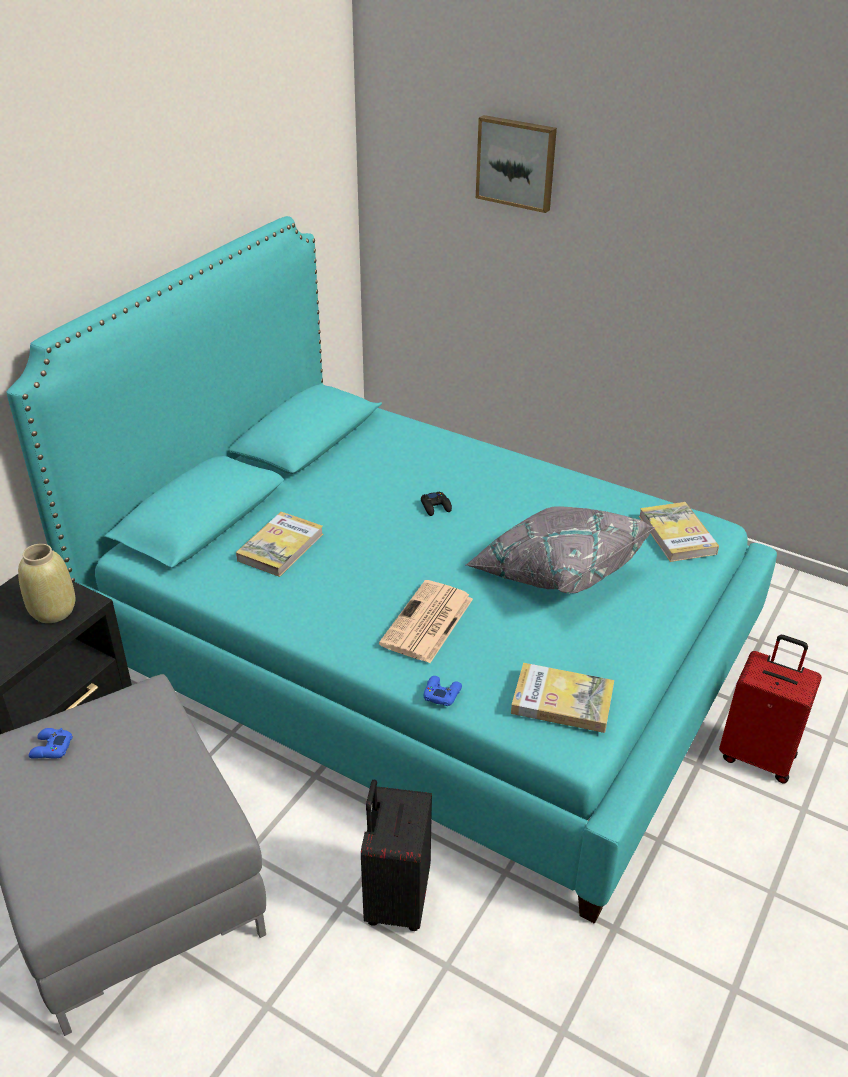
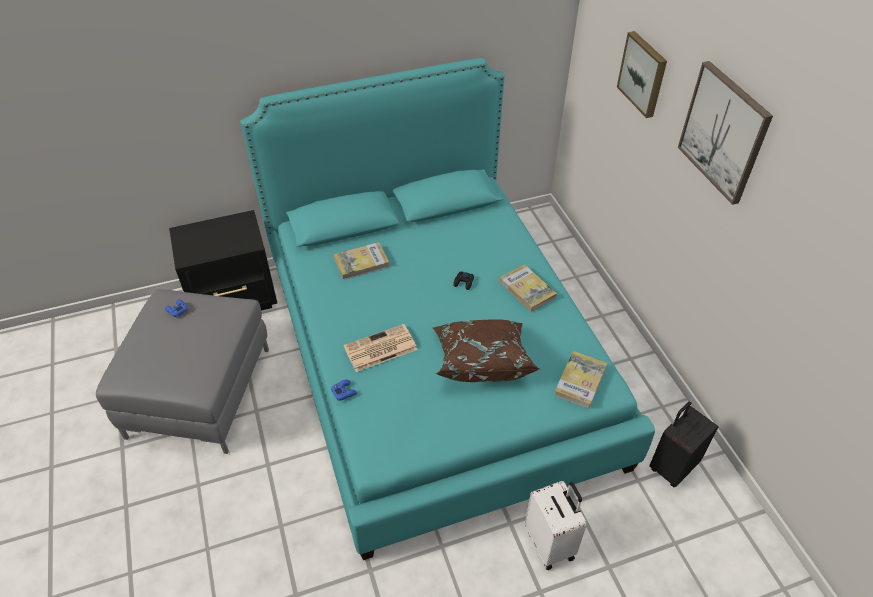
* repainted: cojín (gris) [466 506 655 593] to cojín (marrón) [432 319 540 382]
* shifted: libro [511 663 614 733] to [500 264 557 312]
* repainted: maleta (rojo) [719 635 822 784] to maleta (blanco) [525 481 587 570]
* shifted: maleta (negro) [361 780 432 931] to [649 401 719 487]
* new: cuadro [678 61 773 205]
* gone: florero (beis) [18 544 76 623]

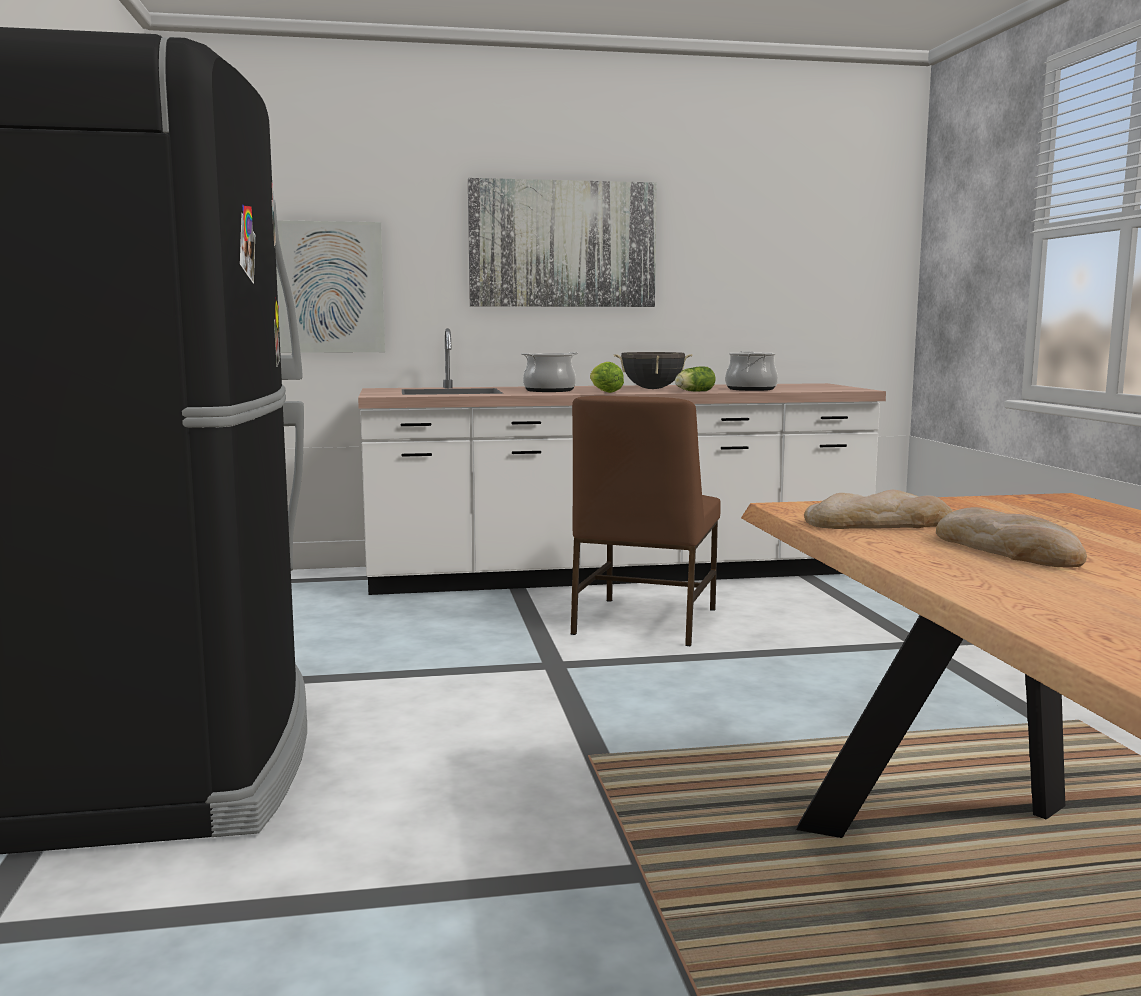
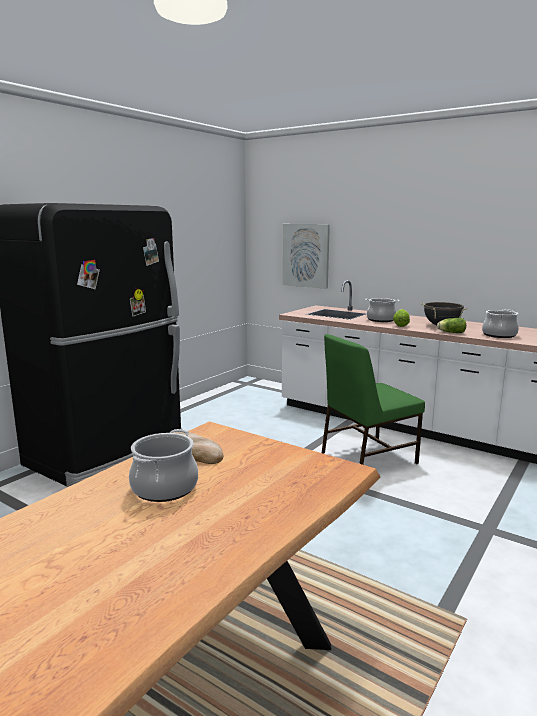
* swapped: pan [936 507 1087 567] to olla [129 429 198 502]
* repainted: silla (marrón) [571 396 721 646] to silla (verde) [322 334 425 465]
* gone: cuadro [468 178 657 307]

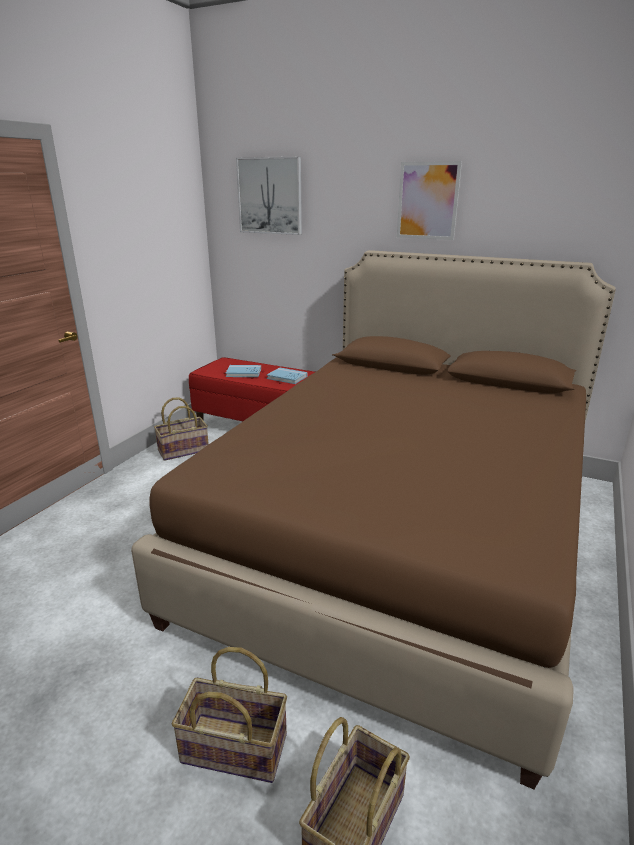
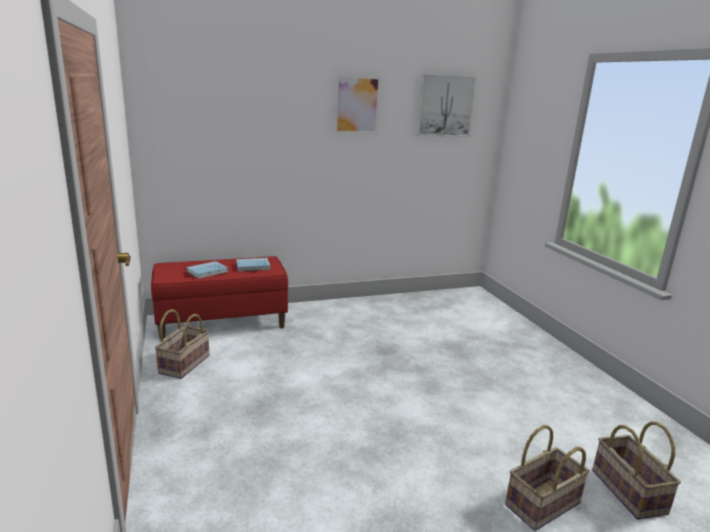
* shifted: cuadro [236 157 302 235] to [416 74 476 137]
* gone: cama (marrón) [131 250 616 789]

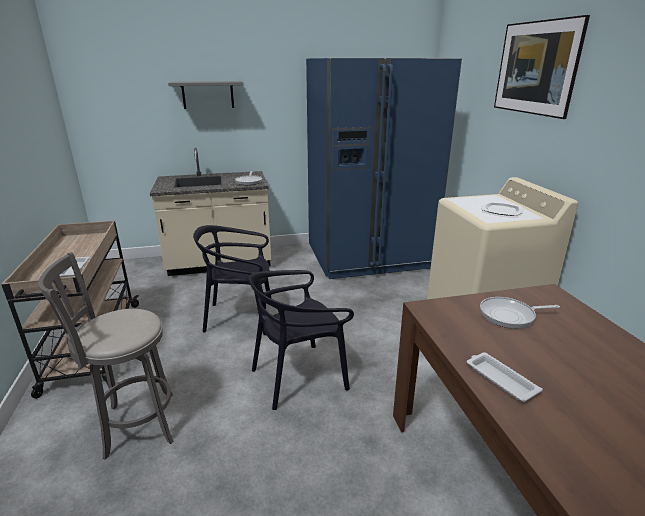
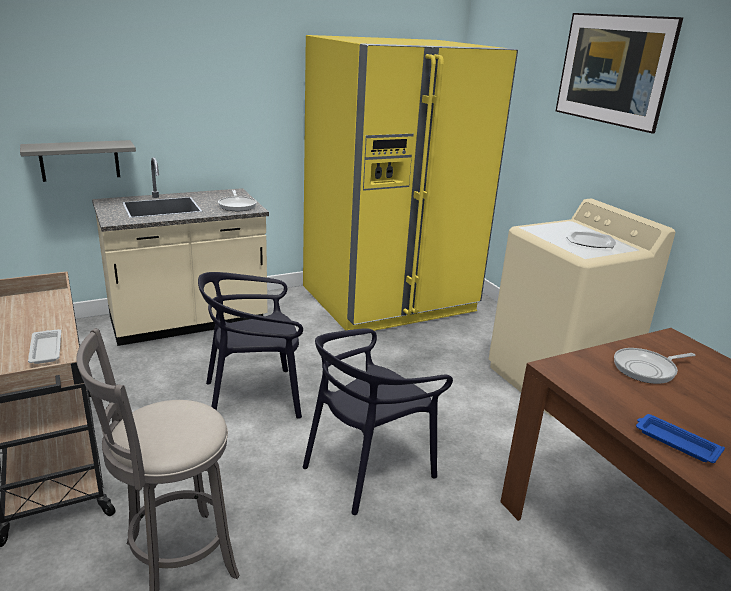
* shifted: estante (gris) [168 81 243 109] to [20 140 136 182]
* repainted: nevera (azul) [306 58 462 279] to nevera (amarillo) [303 35 518 331]
* repainted: bandeja (blanco) [467 352 543 402] to bandeja (azul) [636 414 725 463]

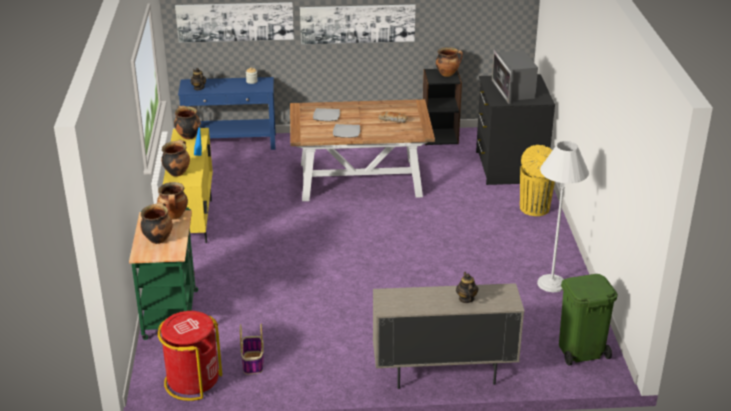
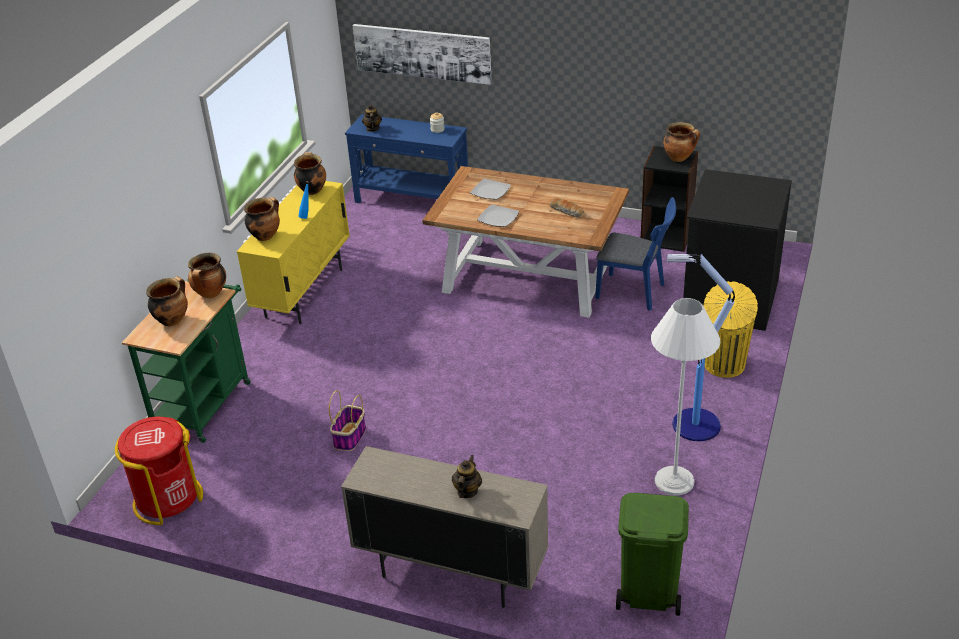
* shifted: cesta [240 324 264 374] to [329 390 366 451]
* new: silla (azul) [595 197 676 311]
* new: lámpara de pie [667 254 735 441]
* gone: cuadro [300 5 416 44]
* gone: microondas [492 49 538 104]

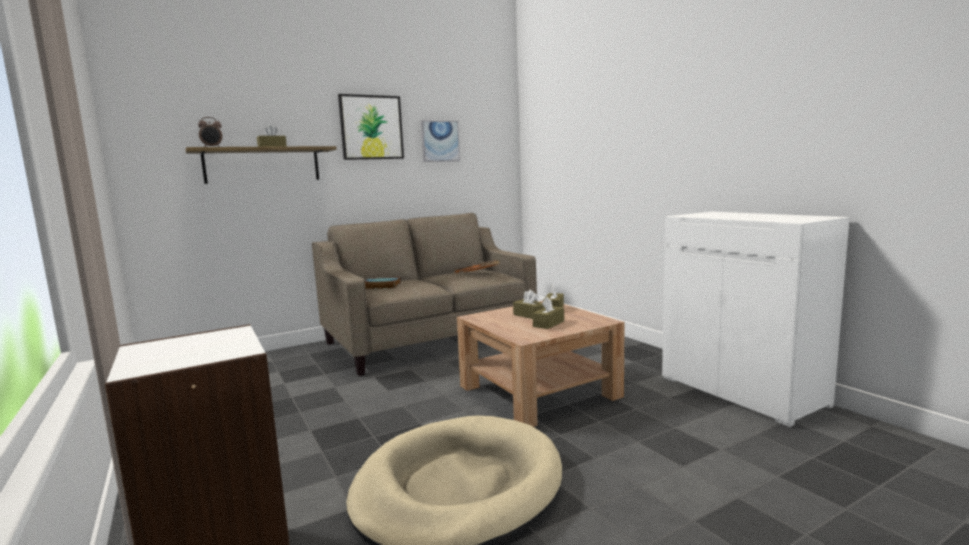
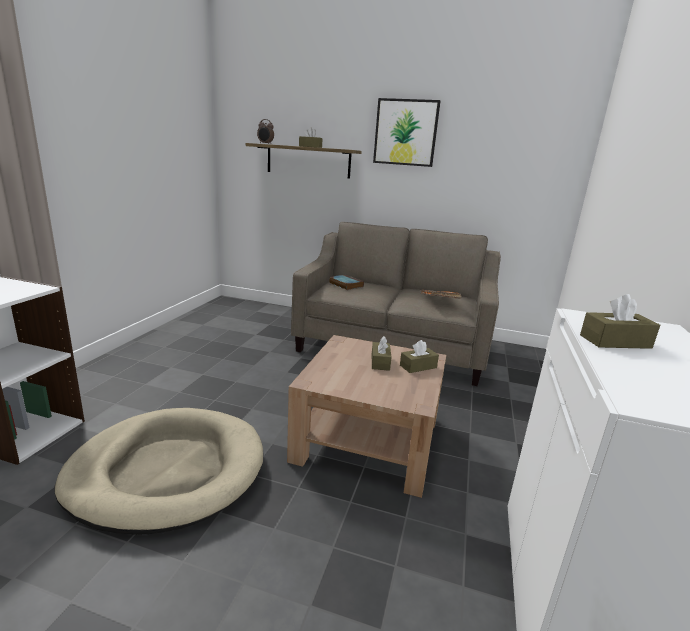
* shifted: caja de pañuelos (marrón) [533 297 564 329] to [580 294 660 349]
* gone: cuadro [421 120 460 162]

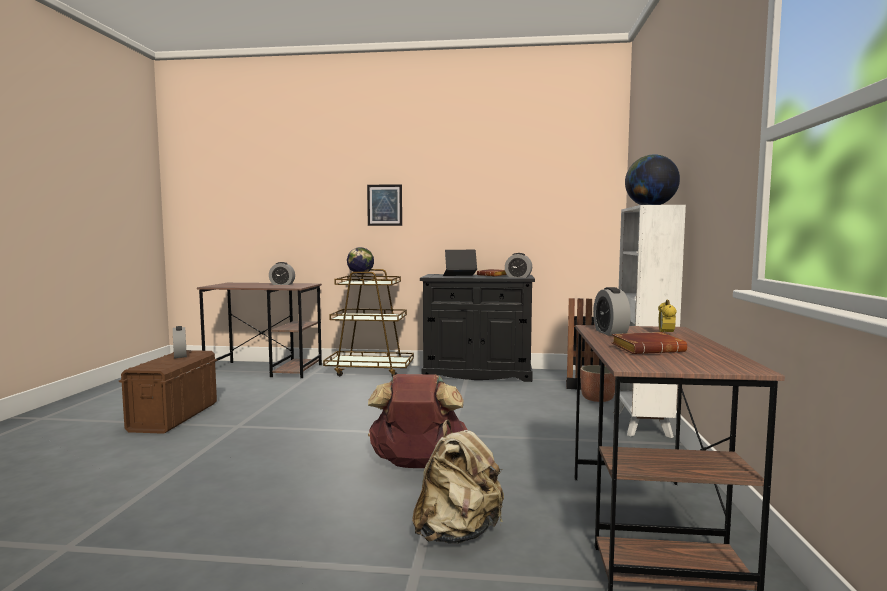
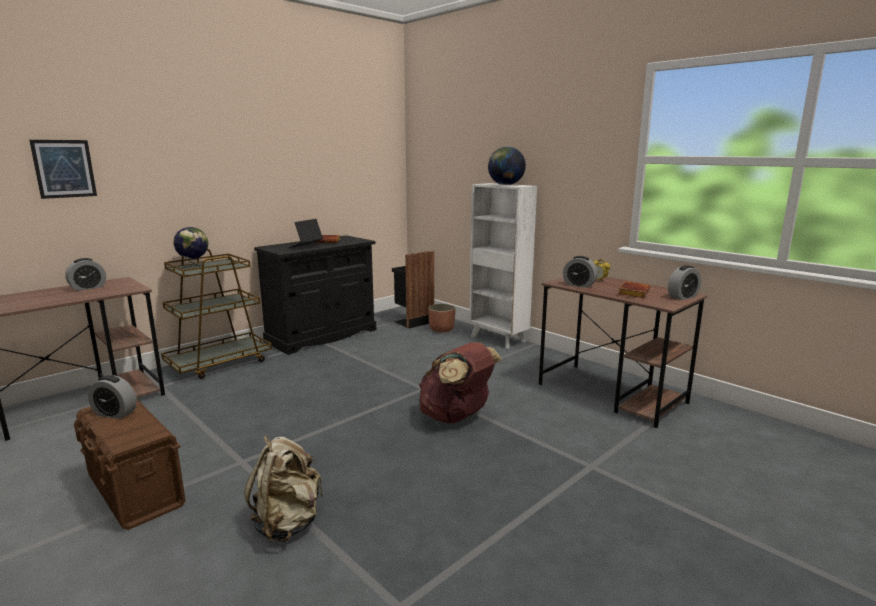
* shifted: cuadro [367 184 402 226] to [29 140 97 199]
* shifted: mochila (beis) [412 420 504 544] to [244 435 323 542]
* shifted: despertador [505 253 532 278] to [668 265 701 300]

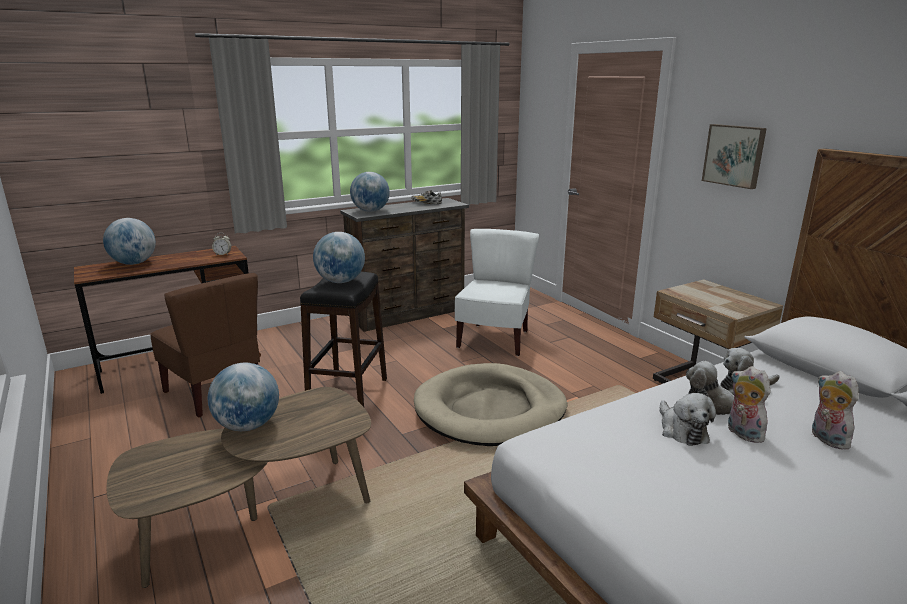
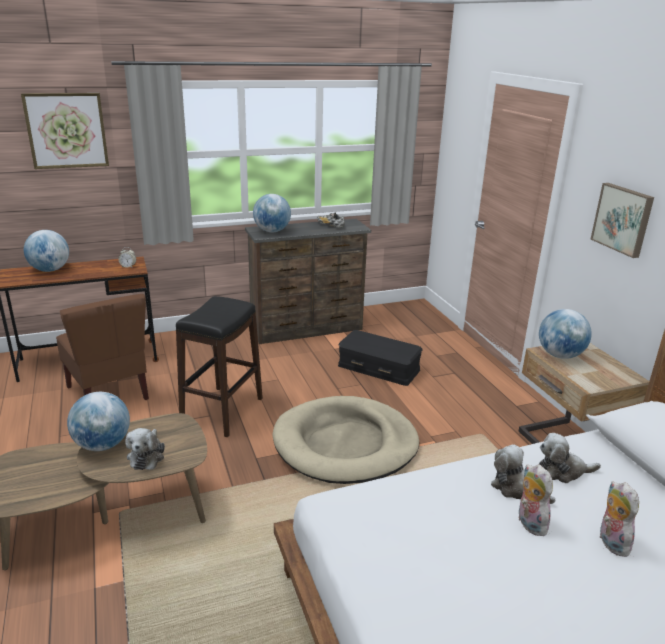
* new: cuadro [21 93 109 169]
* shifted: peluche [660 393 716 446] to [125 428 165 470]
* swapped: silla (blanco) [455 229 539 356] to caja de almacenaje (negro) [338 330 423 386]
* shifted: globo terráqueo [313 232 365 283] to [539 309 592 359]

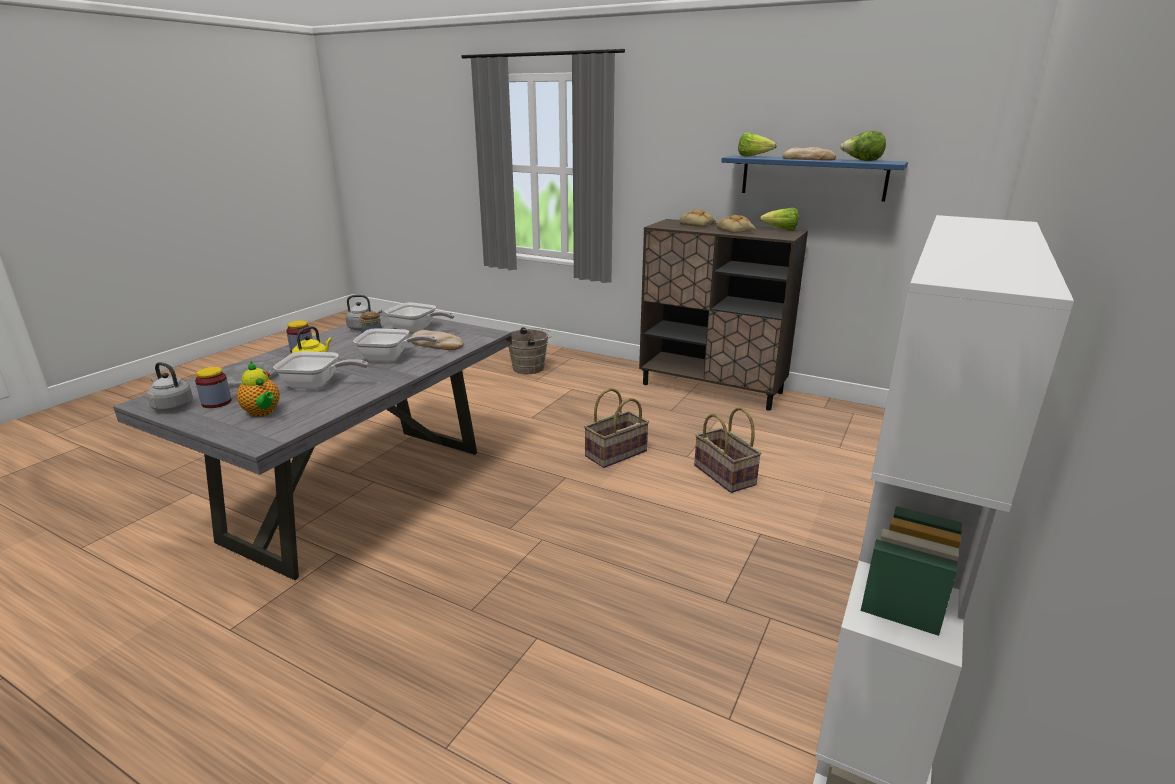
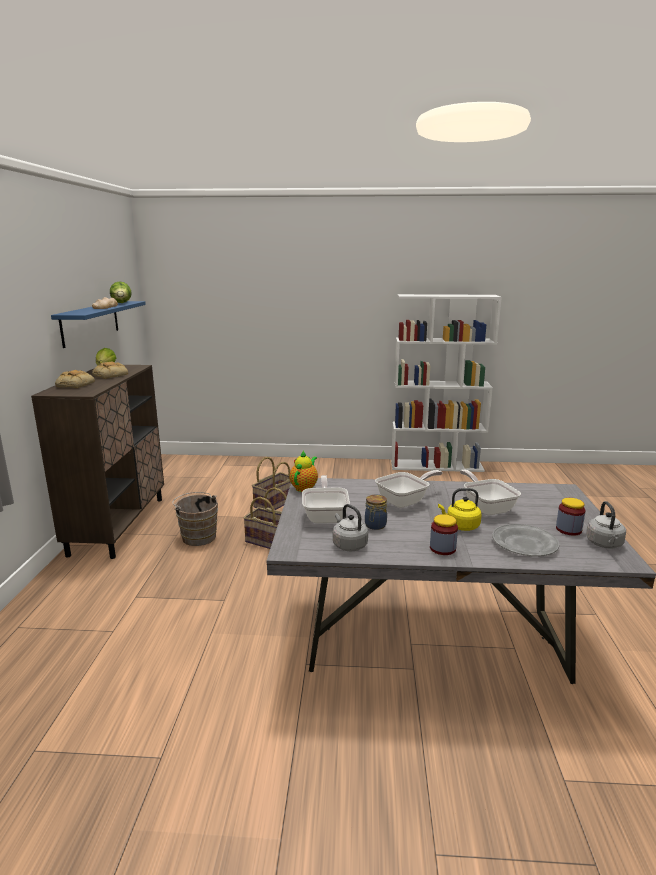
* shifted: cubo (marrón) [508 327 553 374] to [172 492 218 546]
* shifted: tetera [237 362 280 417] to [290 451 318 492]
* rotated: sartén [353 328 437 362] = [375 470 443 508] 75 degrees clockwise
* gone: pan [411 330 464 350]
* gone: lechuga [738 132 777 157]

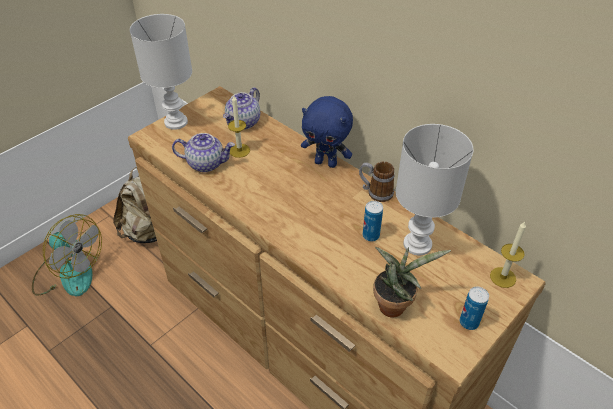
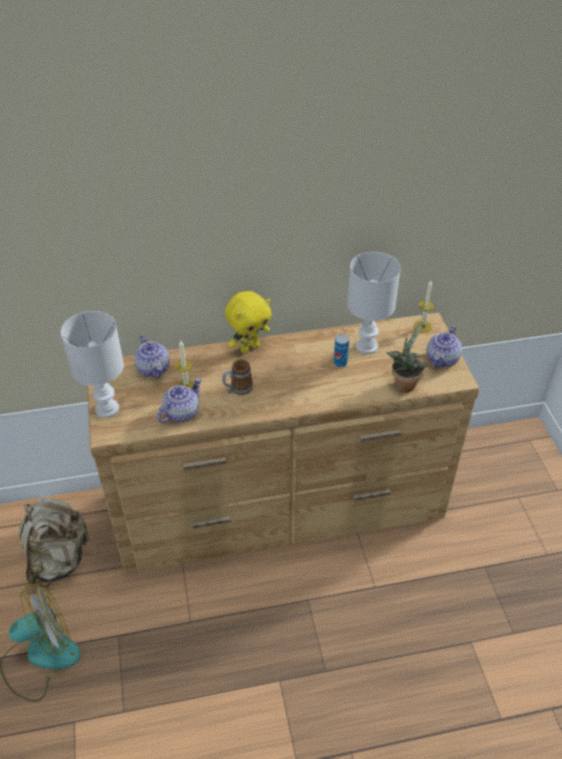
* shifted: taza grande [359 162 395 202] to [222 359 253 395]
* repainted: peluche (azul) [301 96 353 168] to peluche (amarillo) [225 291 271 353]
* swapped: lata [460 287 489 330] to tetera [427 326 462 368]

